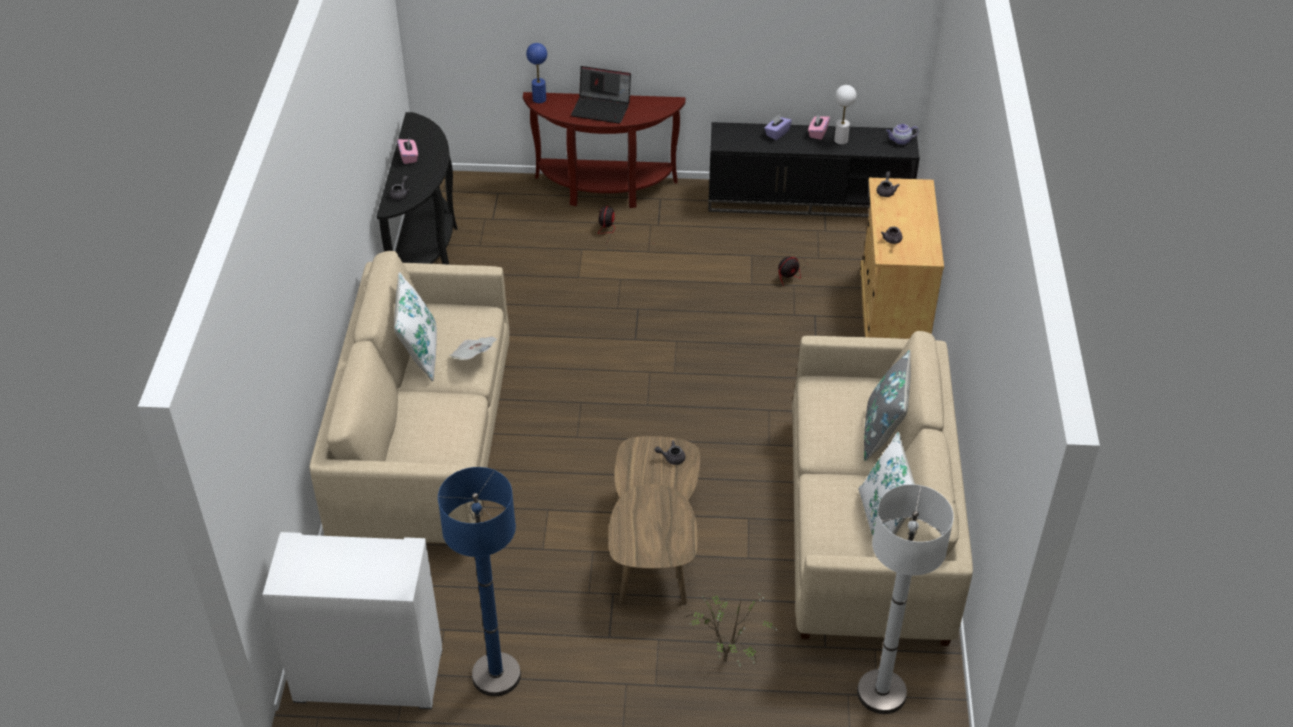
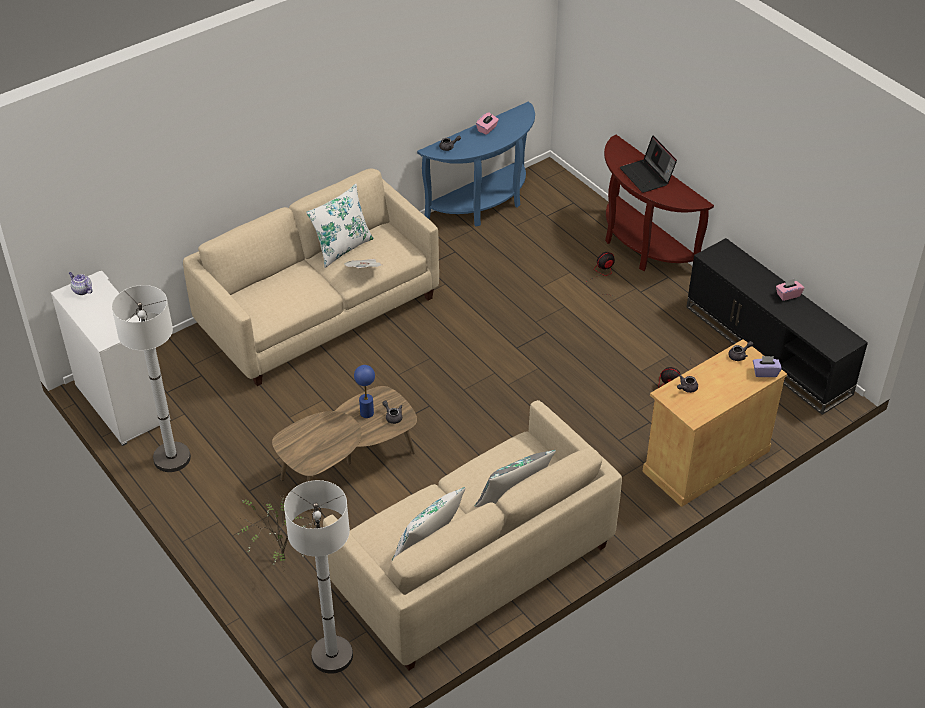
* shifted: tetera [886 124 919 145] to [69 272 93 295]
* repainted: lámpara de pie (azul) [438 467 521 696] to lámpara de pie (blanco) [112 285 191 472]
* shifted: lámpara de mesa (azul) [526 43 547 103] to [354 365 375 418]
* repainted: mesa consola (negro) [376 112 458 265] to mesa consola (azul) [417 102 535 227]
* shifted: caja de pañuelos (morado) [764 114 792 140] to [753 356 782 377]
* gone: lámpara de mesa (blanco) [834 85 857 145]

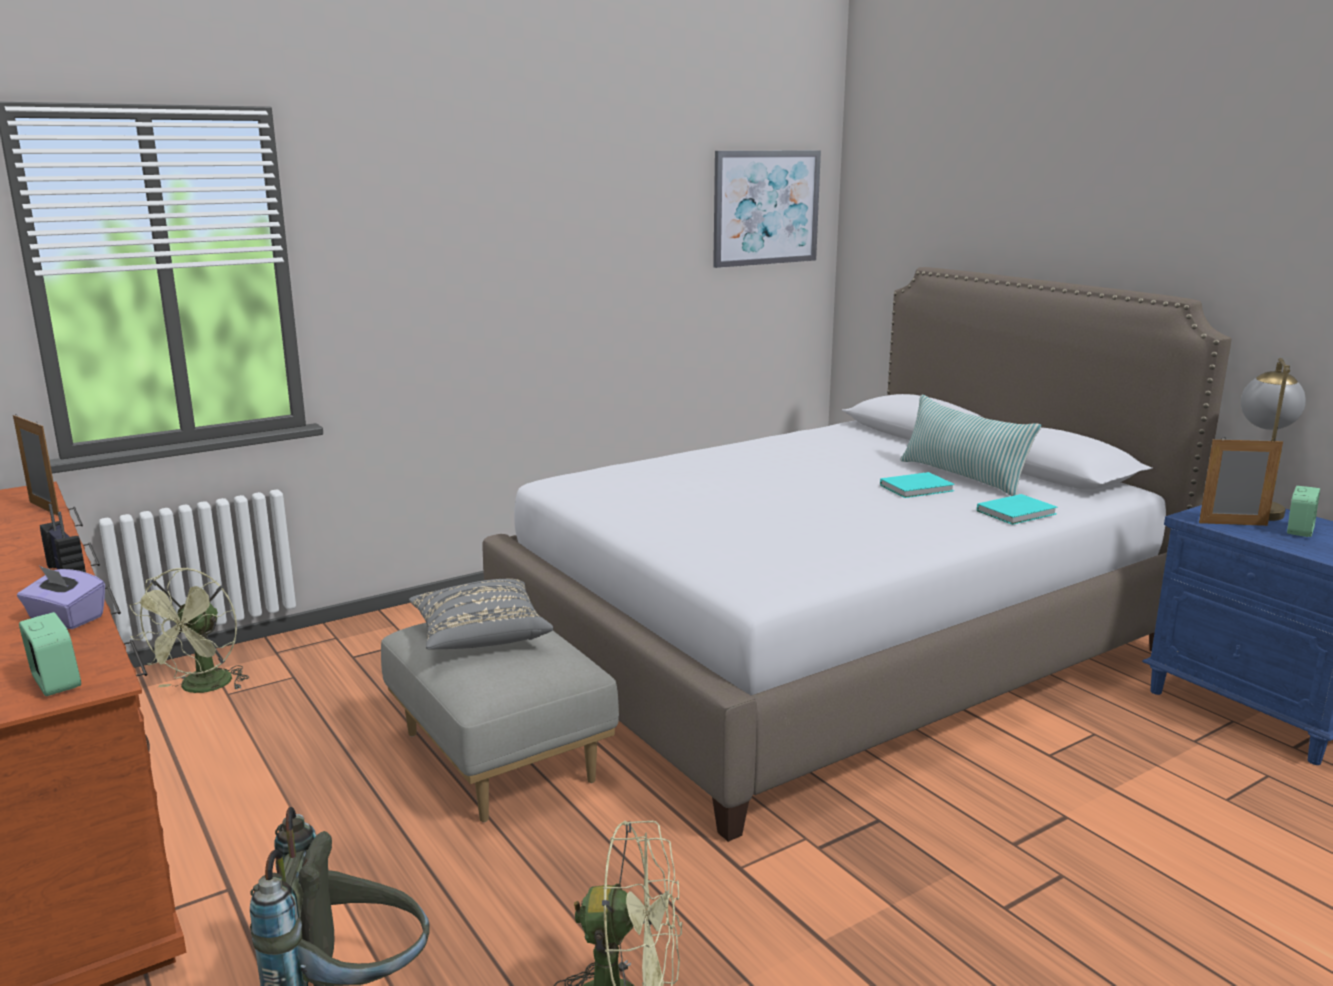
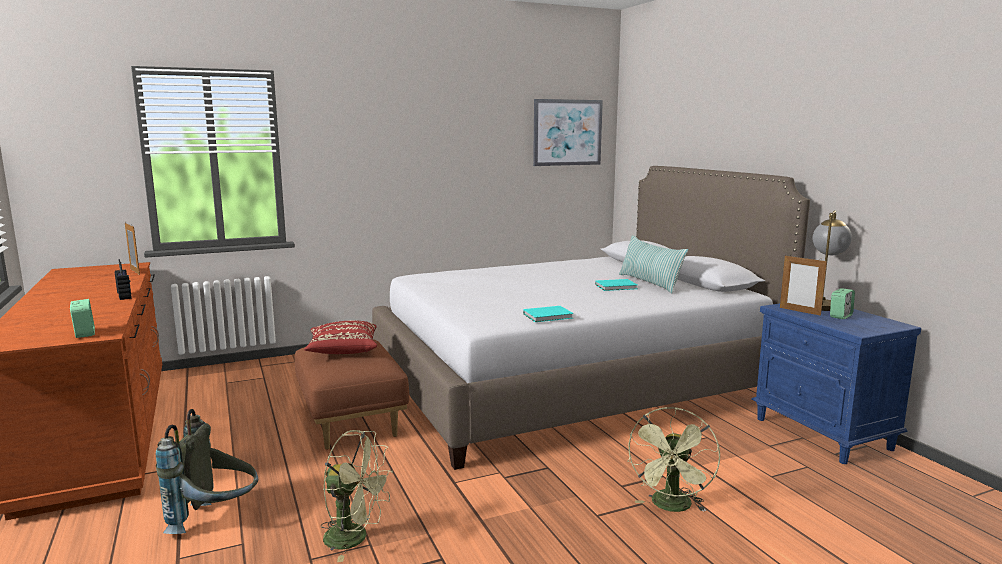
* repainted: puf (gris) [381 623 619 822] to puf (marrón) [295 339 409 450]
* repainted: cojín (gris) [409 579 553 649] to cojín (rojo) [304 320 377 354]
* shifted: libro (turquesa) [977 494 1057 525] to [523 306 573 322]
* shifted: ventilador (verde) [129 567 249 693] to [628 407 720 512]
* rotated: portarretratos [1199 437 1283 526] = [780 256 827 316] 150 degrees counterclockwise
* gone: caja de pañuelos (morado) [17 566 105 629]

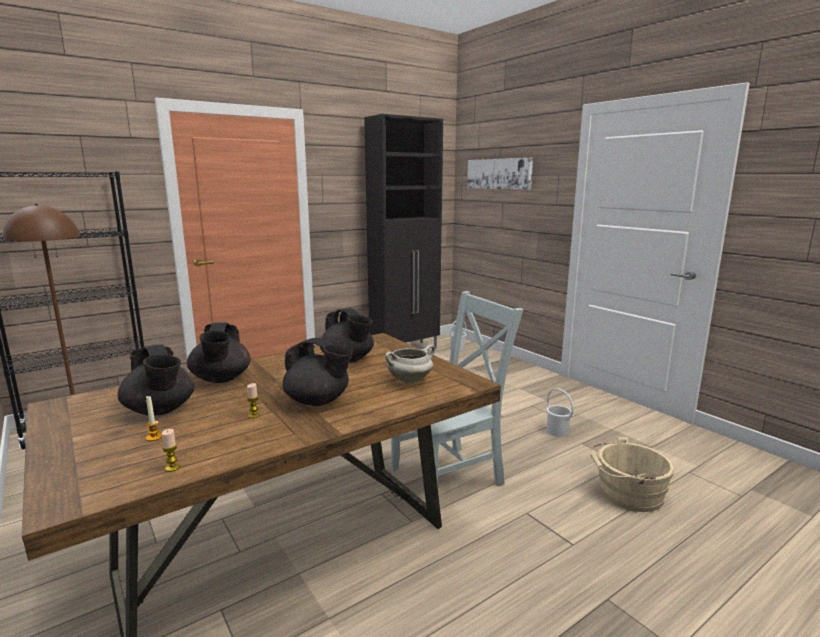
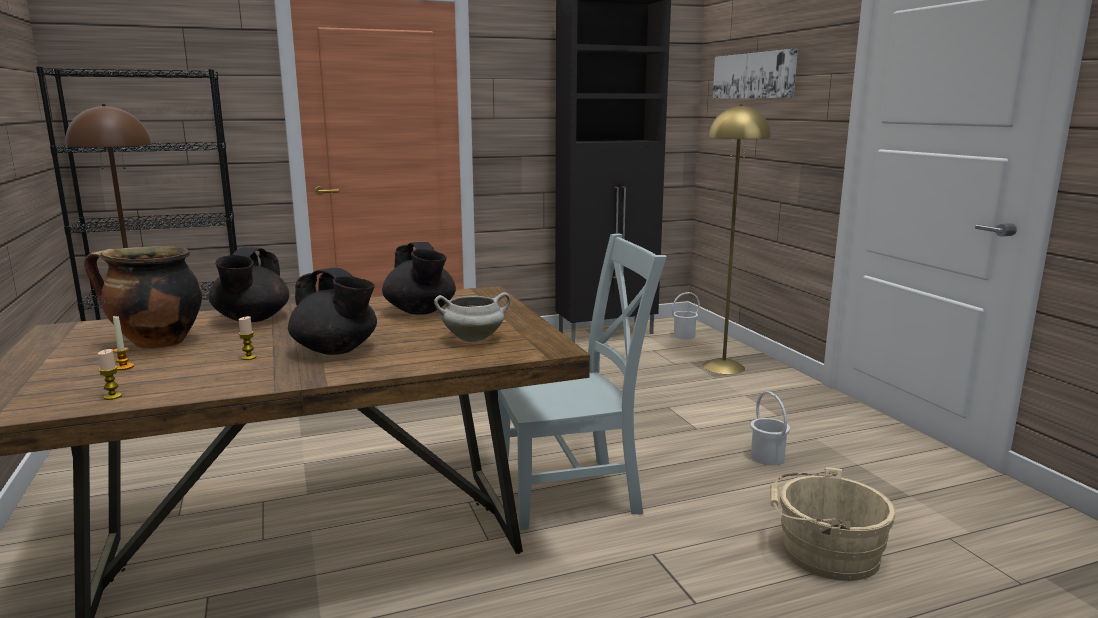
* swapped: tetera (negro) [117 345 195 415] to olla [84 246 202 349]
* new: lámpara de pie (amarillo) [703 104 771 374]

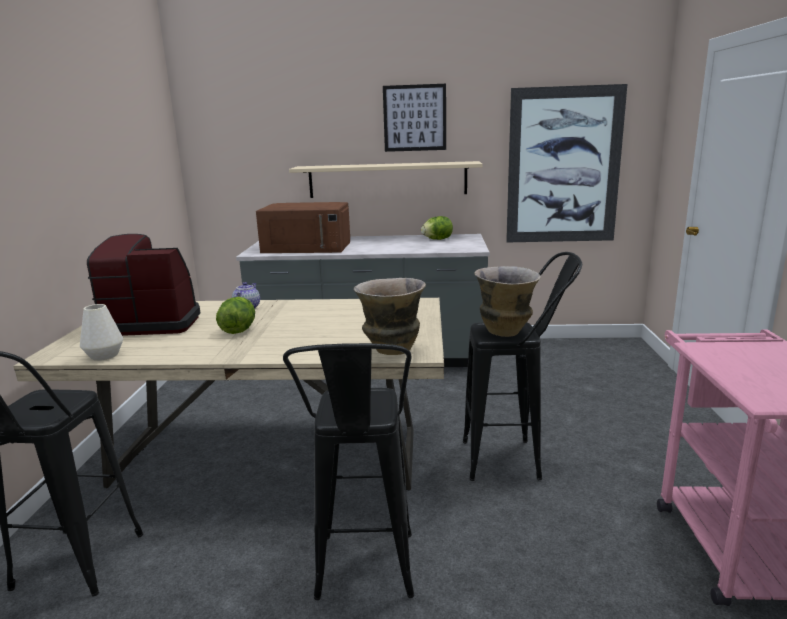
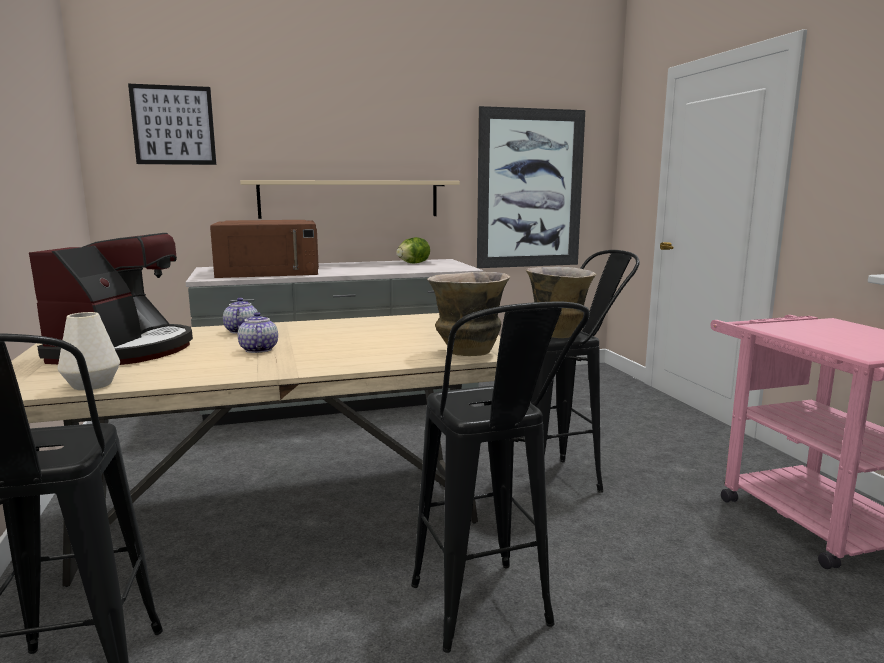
* rotated: cafetera [87 234 200 336] = [29 233 193 365] 120 degrees clockwise
* shifted: cuadro [383 84 446 152] to [128 84 216 165]
* swapped: lechuga [216 297 255 334] to tetera [238 312 278 353]

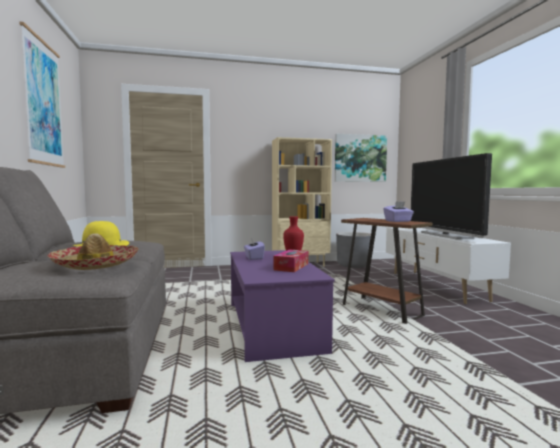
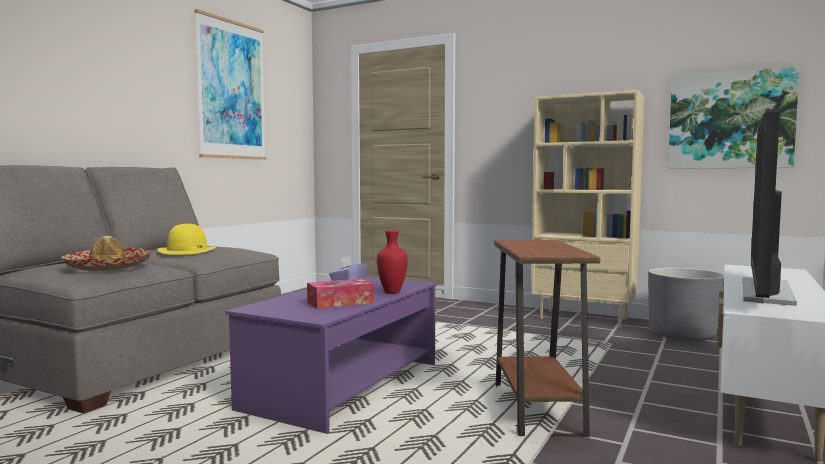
* gone: caja de pañuelos (morado) [384 201 414 222]

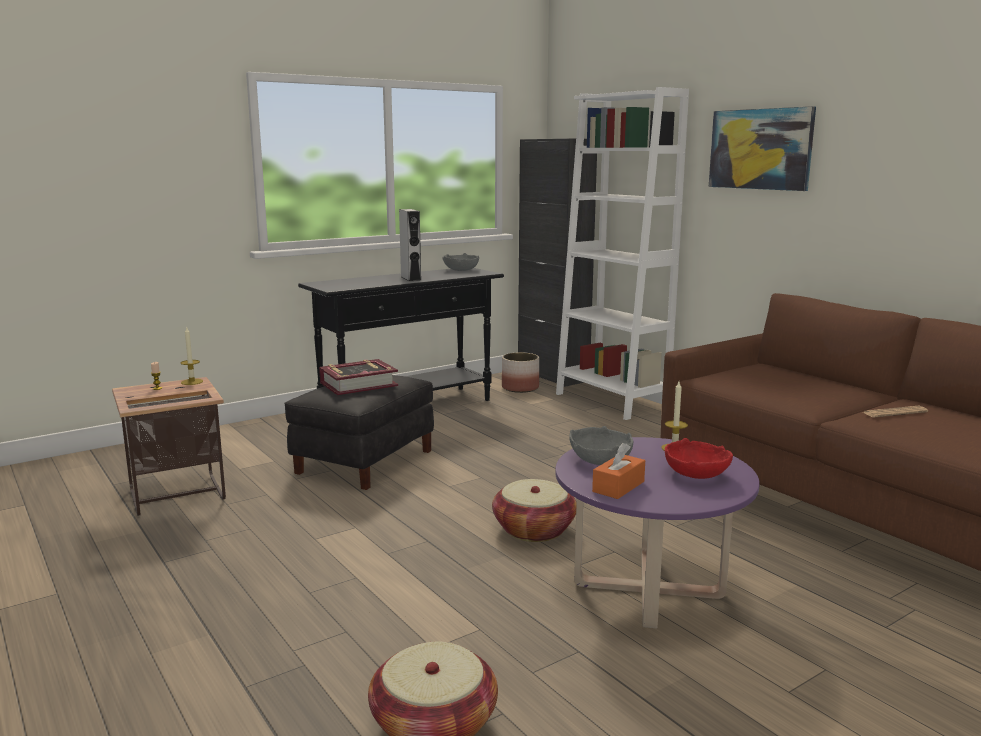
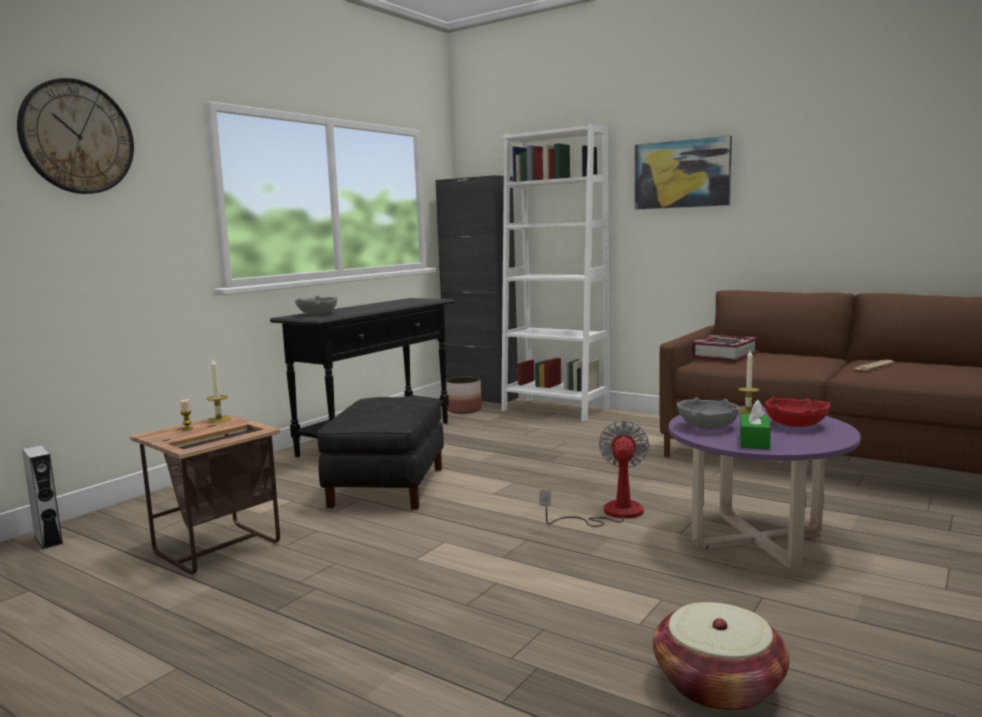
* new: reloj de pared [17 78 134 194]
* shifted: altavoz (gris) [399 209 422 281] to [22 445 63 549]
* shifted: cuenco (gris) [442 253 479 271] to [295 296 337 315]
* swapped: cesta [492 479 577 542] to ventilador [539 420 649 527]
* shifted: libro [319 359 398 395] to [692 335 759 362]
* repainted: caja de pañuelos (naranja) [592 443 645 499] to caja de pañuelos (verde) [740 400 771 449]

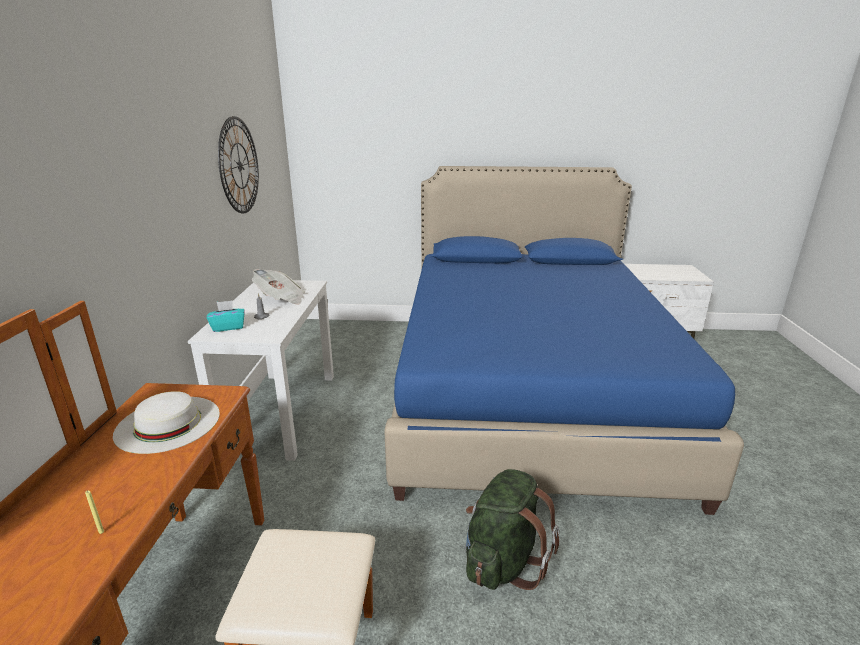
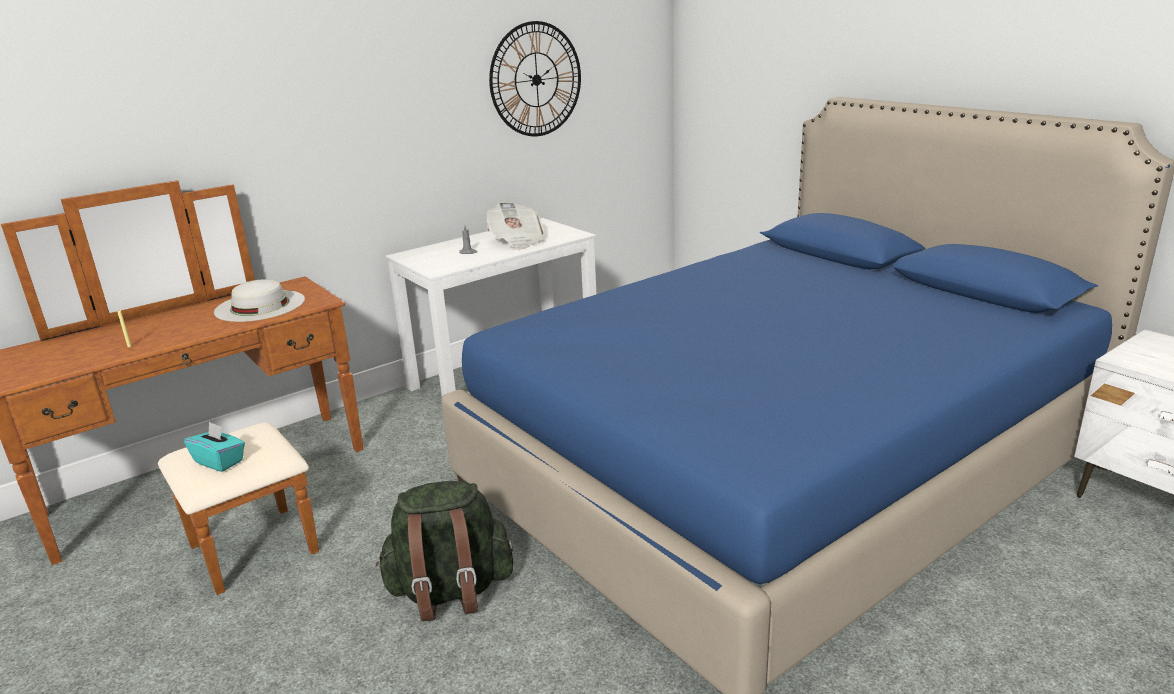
* shifted: caja de pañuelos (turquesa) [206 301 245 332] to [184 422 245 472]

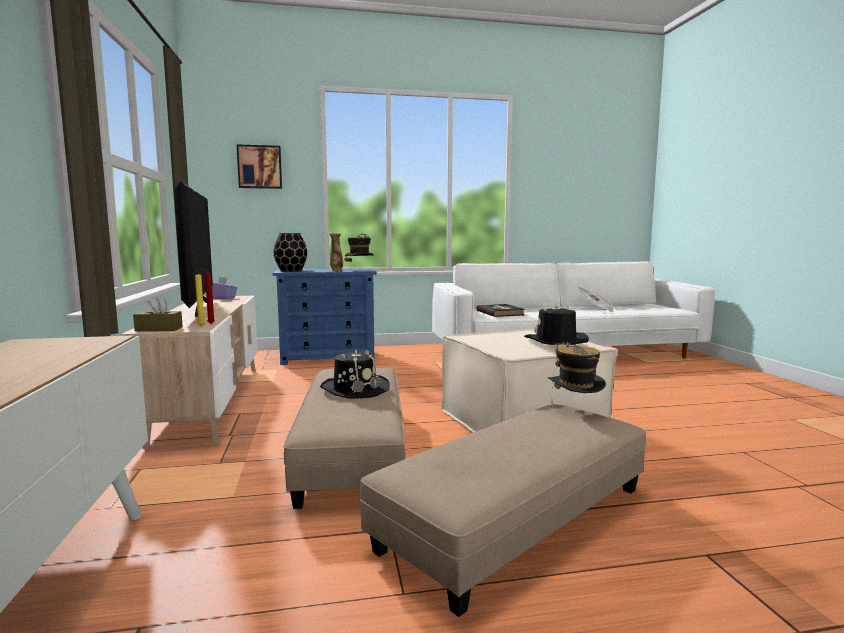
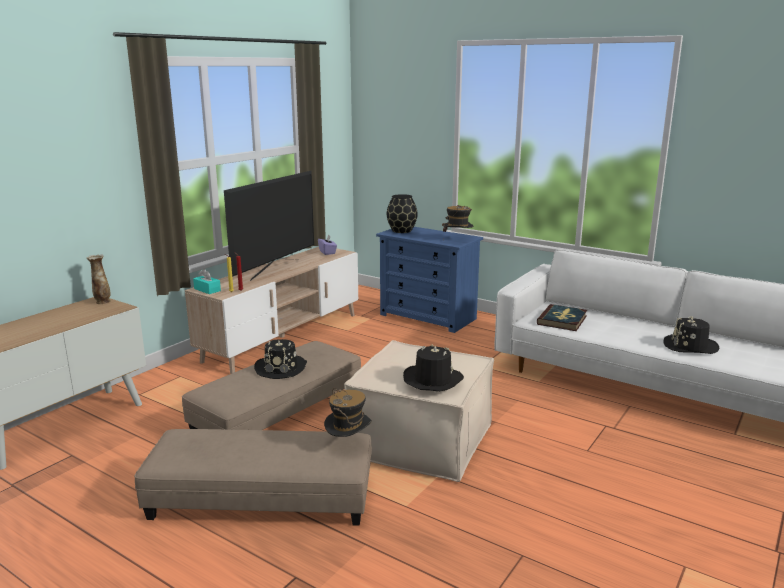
* shifted: florero [329 233 343 272] to [87 255 111 304]
* repainted: caja de pañuelos (marrón) [133 297 183 331] to caja de pañuelos (turquesa) [193 269 221 294]
* swapped: periódico [578 287 614 312] to sombrero (negro) [663 316 720 354]
* gone: cuadro [237 144 282 189]

